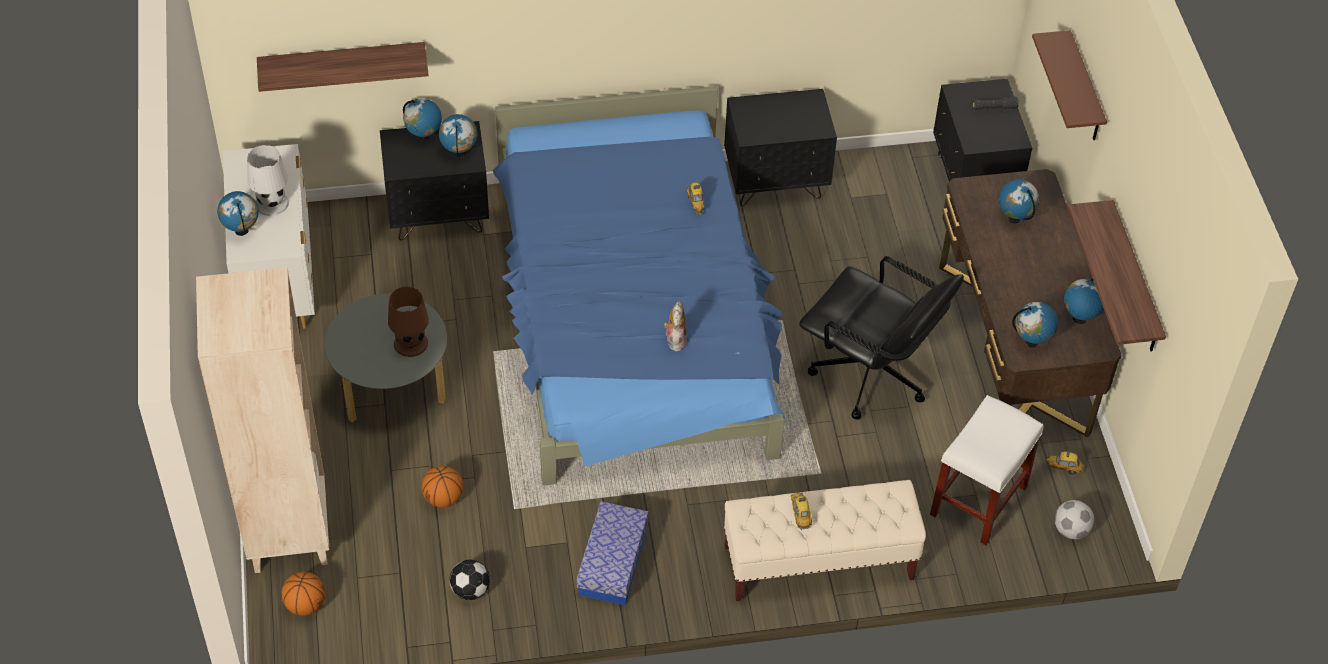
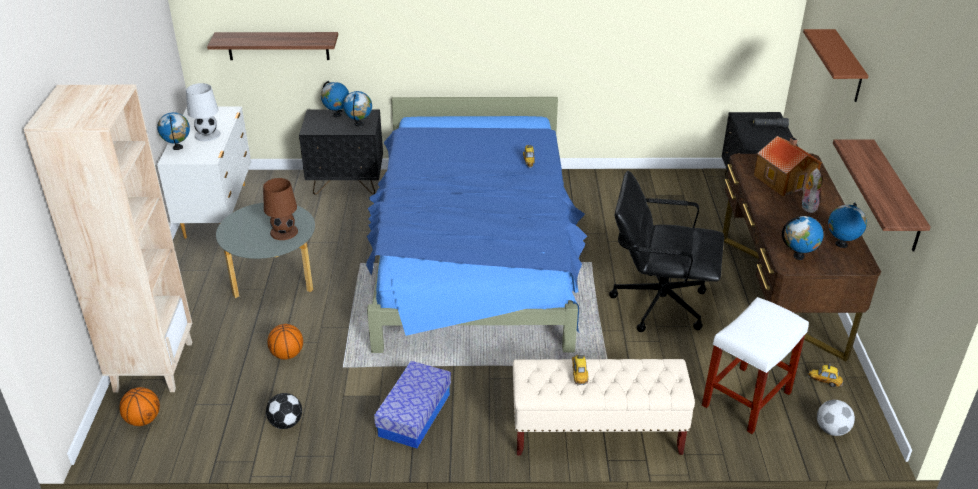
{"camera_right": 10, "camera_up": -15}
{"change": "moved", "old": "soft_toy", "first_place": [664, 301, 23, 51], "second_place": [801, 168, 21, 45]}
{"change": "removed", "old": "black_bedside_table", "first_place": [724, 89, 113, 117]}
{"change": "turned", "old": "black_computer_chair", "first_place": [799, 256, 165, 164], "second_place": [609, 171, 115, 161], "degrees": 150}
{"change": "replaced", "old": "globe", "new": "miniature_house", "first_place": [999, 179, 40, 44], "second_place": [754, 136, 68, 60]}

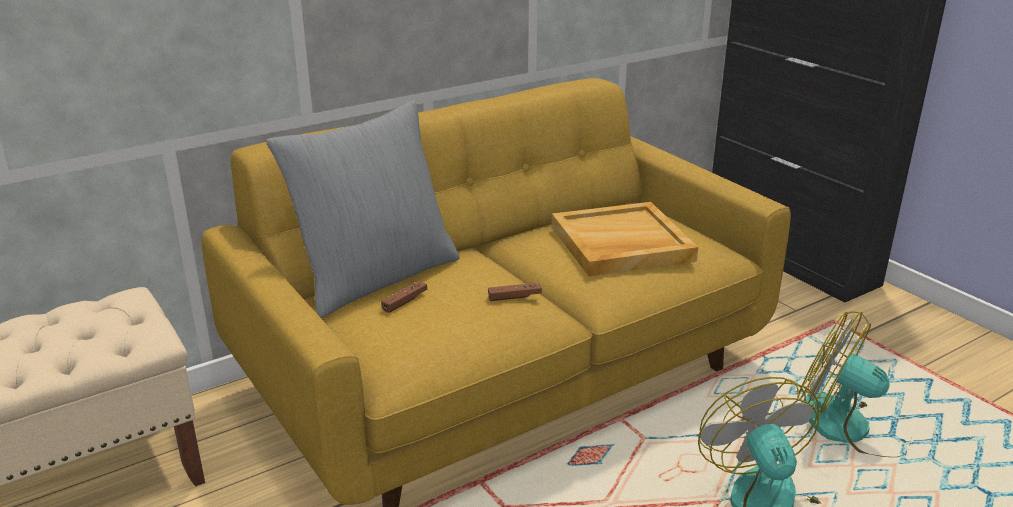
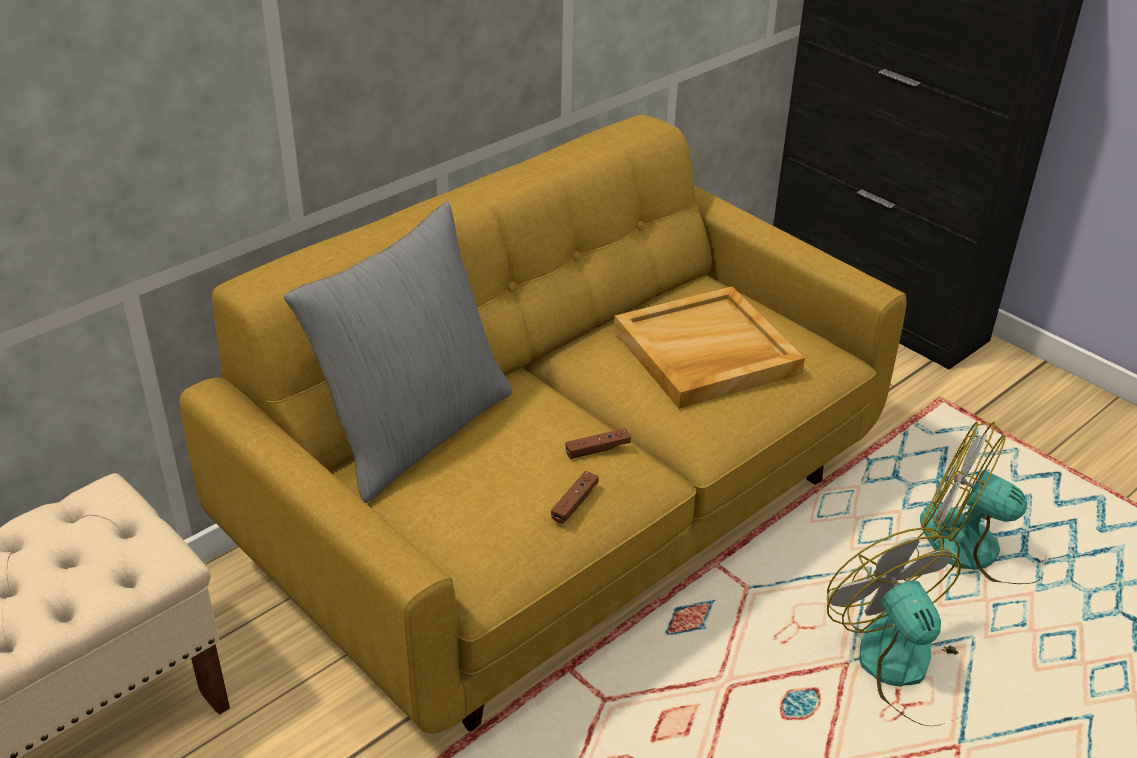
{"camera_right": -10, "camera_up": 10}
{"change": "moved", "old": "brownish_gamepad", "first_place": [381, 281, 46, 32], "second_place": [551, 471, 48, 53]}

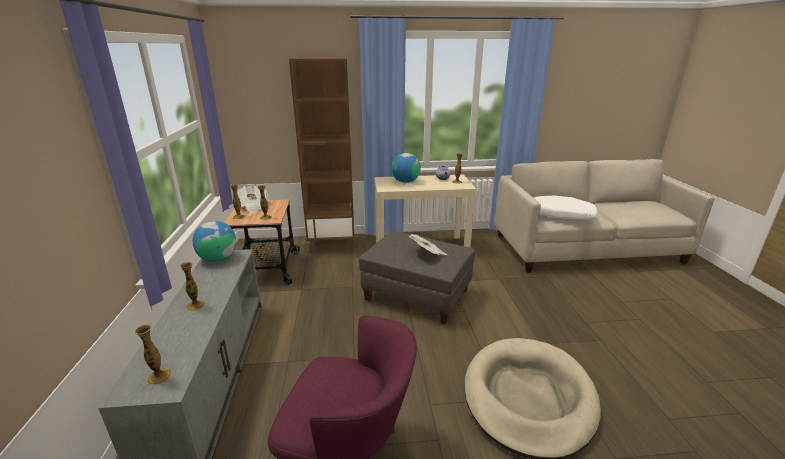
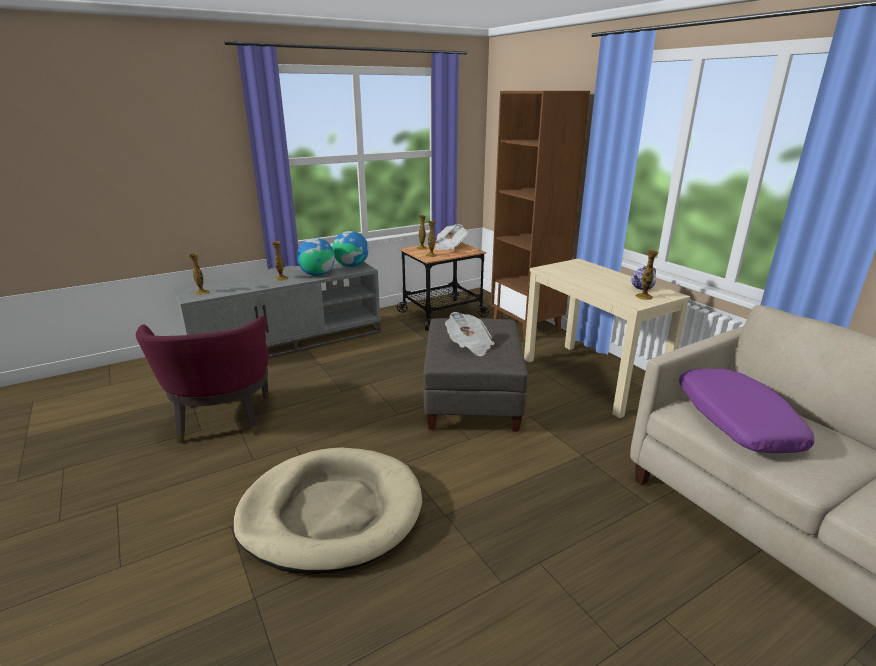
{"camera_right": 65, "camera_up": 0}
{"change": "moved", "old": "globe", "first_place": [392, 153, 29, 30], "second_place": [297, 238, 38, 38]}
{"change": "recoloured", "old": "white-coloured_throw_pillow", "new": "purple_throw_pillow", "first_place": [533, 196, 65, 24], "second_place": [679, 369, 135, 84]}

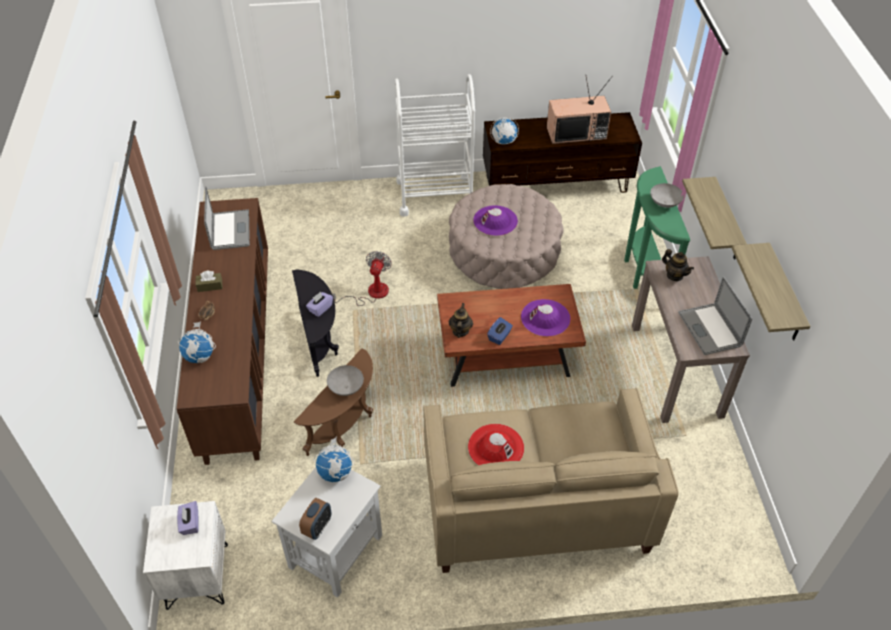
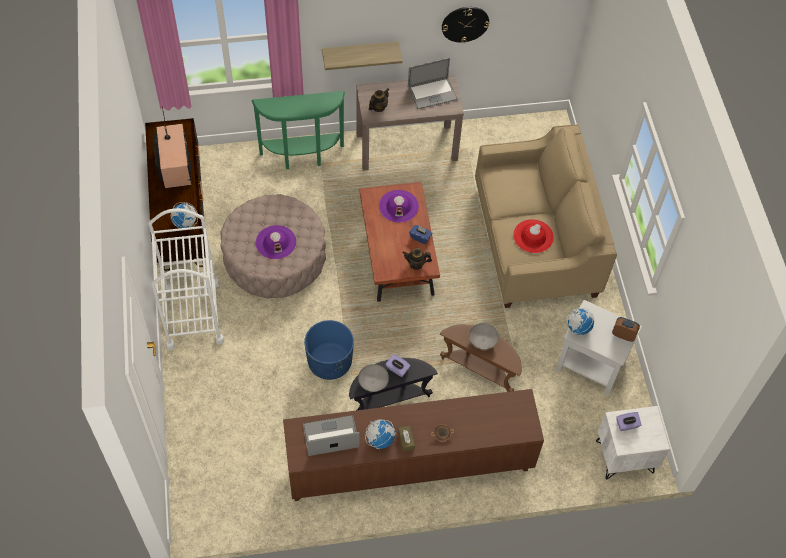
{"camera_right": -95, "camera_up": 10}
{"change": "moved", "old": "globe", "first_place": [178, 321, 38, 42], "second_place": [365, 419, 30, 30]}
{"change": "replaced", "old": "cooling_fan", "new": "blue_plant_pot", "first_place": [332, 251, 60, 55], "second_place": [304, 320, 50, 60]}
{"change": "moved", "old": "greyish_deep_dish", "first_place": [650, 183, 34, 25], "second_place": [358, 364, 31, 28]}
{"change": "replaced", "old": "bracket_shelf", "new": "hanging_clock", "first_place": [732, 243, 78, 98], "second_place": [442, 7, 47, 36]}

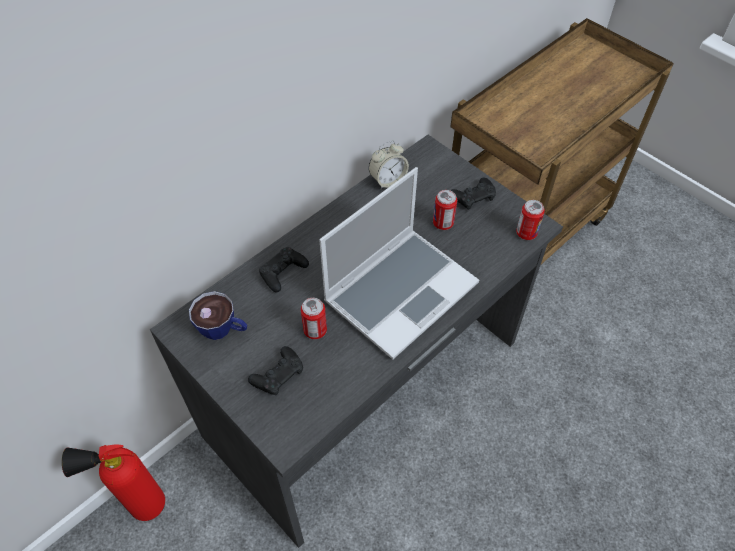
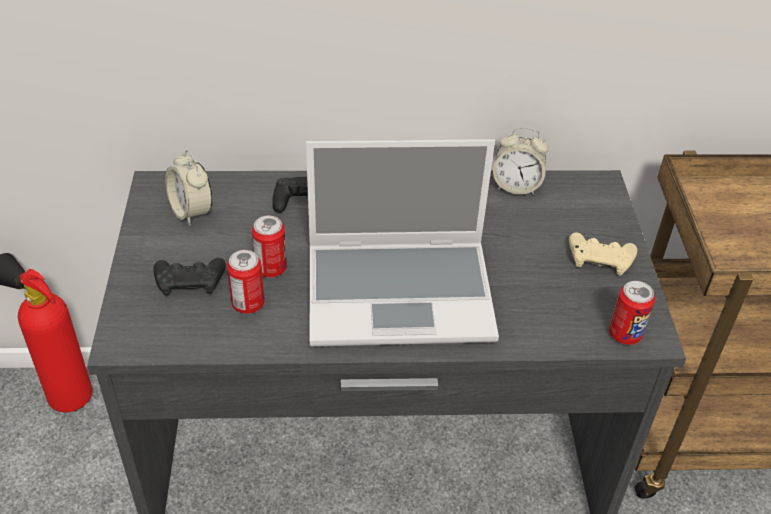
{"camera_right": 40, "camera_up": -10}
{"change": "replaced", "old": "cup", "new": "bedside_clock", "first_place": [189, 291, 58, 49], "second_place": [165, 150, 47, 76]}
{"change": "moved", "old": "sealed_can", "first_place": [433, 190, 24, 40], "second_place": [227, 250, 38, 64]}
{"change": "recoloured", "old": "black_gamepad", "new": "sand-coloured_gamepad", "first_place": [450, 177, 46, 33], "second_place": [569, 232, 68, 43]}

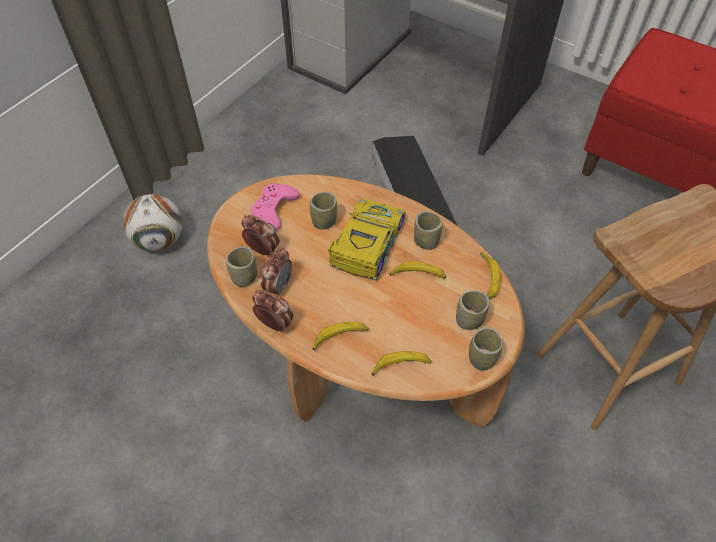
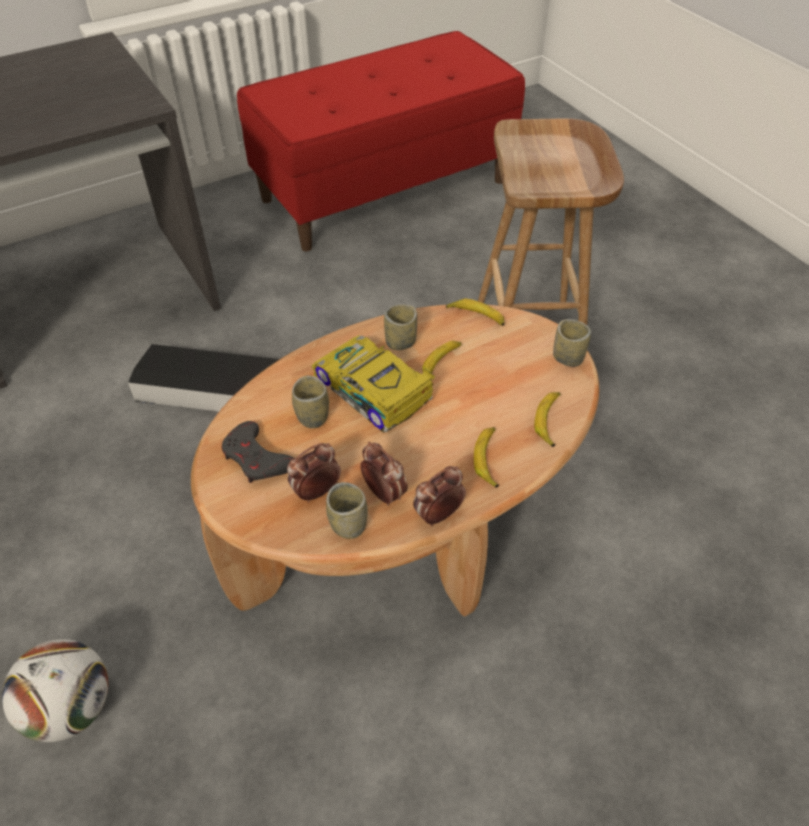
{"camera_right": -65, "camera_up": -5}
{"change": "recoloured", "old": "pink-coloured_gamepad", "new": "greyish_gamepad", "first_place": [251, 184, 49, 47], "second_place": [222, 421, 72, 62]}
{"change": "removed", "old": "cup", "first_place": [456, 291, 33, 39]}

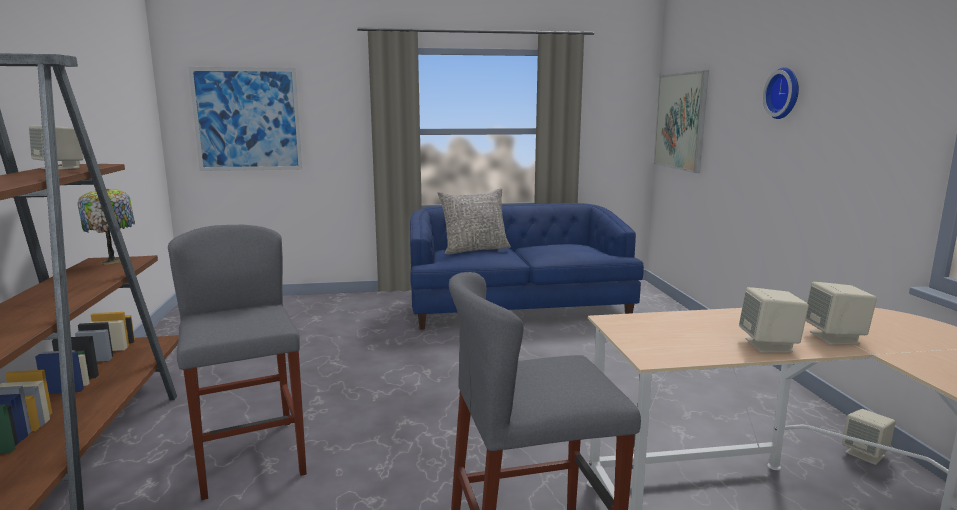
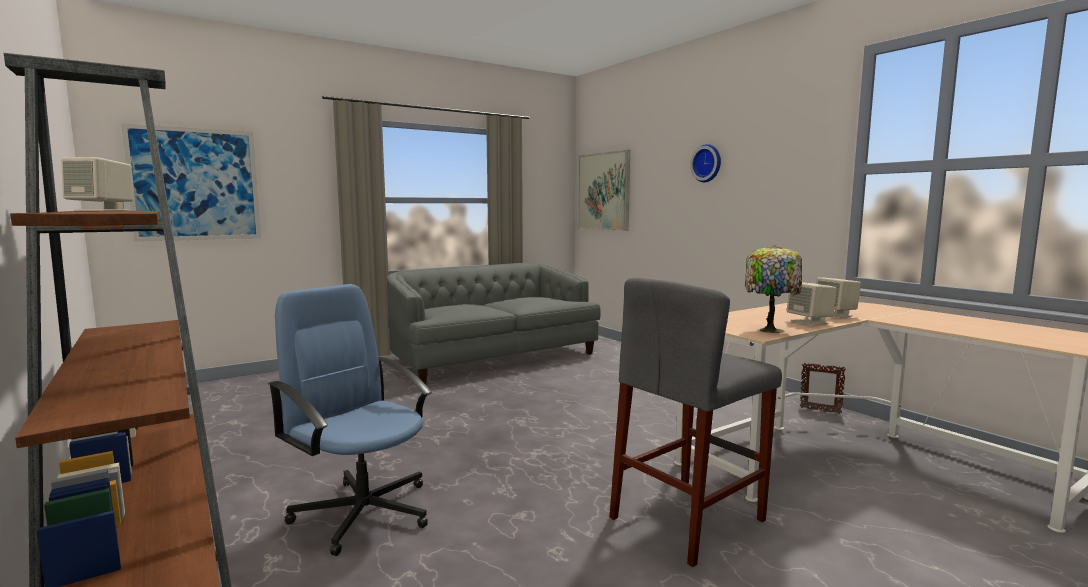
{"camera_right": -25, "camera_up": -5}
{"change": "moved", "old": "lamp_for_a_table", "first_place": [78, 189, 57, 75], "second_place": [745, 245, 57, 88]}
{"change": "replaced", "old": "greyish_sitting_stool", "new": "blue_computer_chair", "first_place": [168, 225, 139, 275], "second_place": [268, 284, 164, 272]}
{"change": "recoloured", "old": "blue_couch", "new": "greyish_couch", "first_place": [410, 203, 234, 127], "second_place": [387, 263, 213, 121]}
{"change": "removed", "old": "greyish_throw_pillow", "first_place": [438, 188, 73, 66]}
{"change": "replaced", "old": "sand-coloured_loudspeaker", "new": "picture_frame", "first_place": [842, 409, 54, 56], "second_place": [800, 363, 46, 51]}

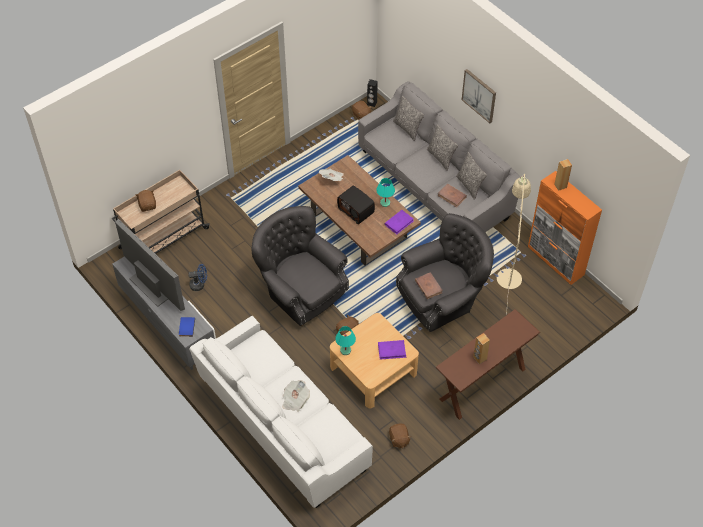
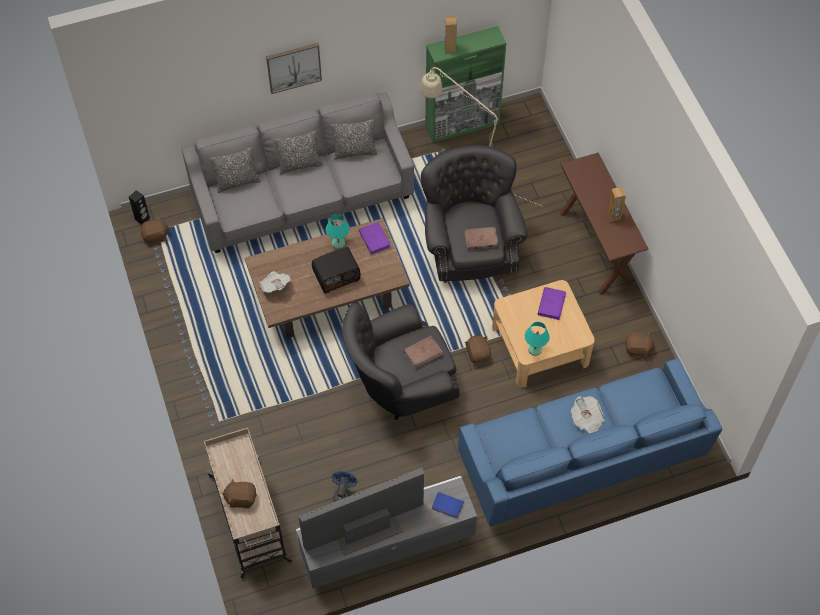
{"camera_right": -70, "camera_up": 5}
{"change": "recoloured", "old": "white-coloured_couch", "new": "blue_couch", "first_place": [189, 316, 184, 192], "second_place": [458, 358, 264, 168]}
{"change": "moved", "old": "brownish_book", "first_place": [437, 183, 30, 25], "second_place": [404, 336, 39, 32]}
{"change": "recoloured", "old": "orange_storage_cabinet", "new": "greenish_storage_cabinet", "first_place": [528, 171, 74, 114], "second_place": [425, 26, 81, 117]}

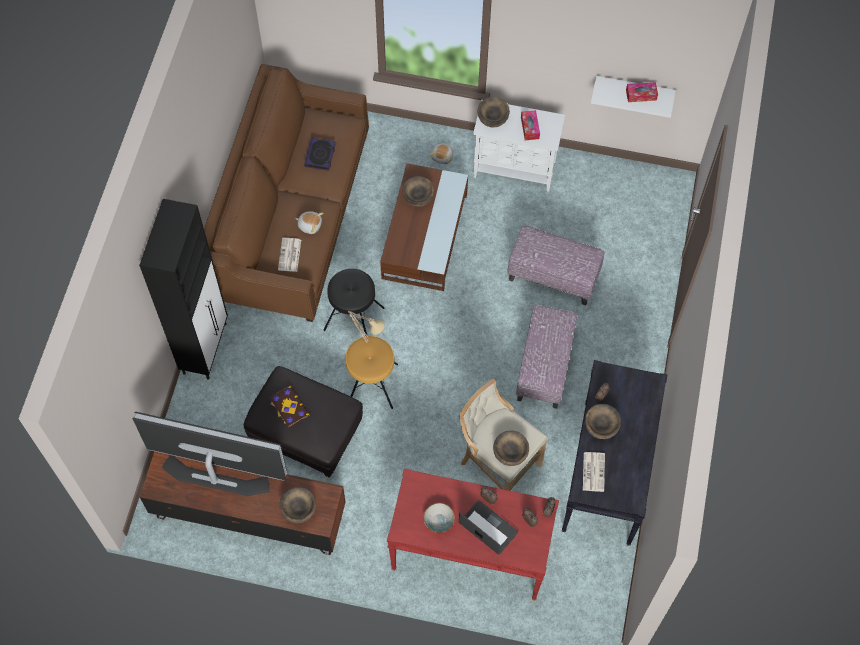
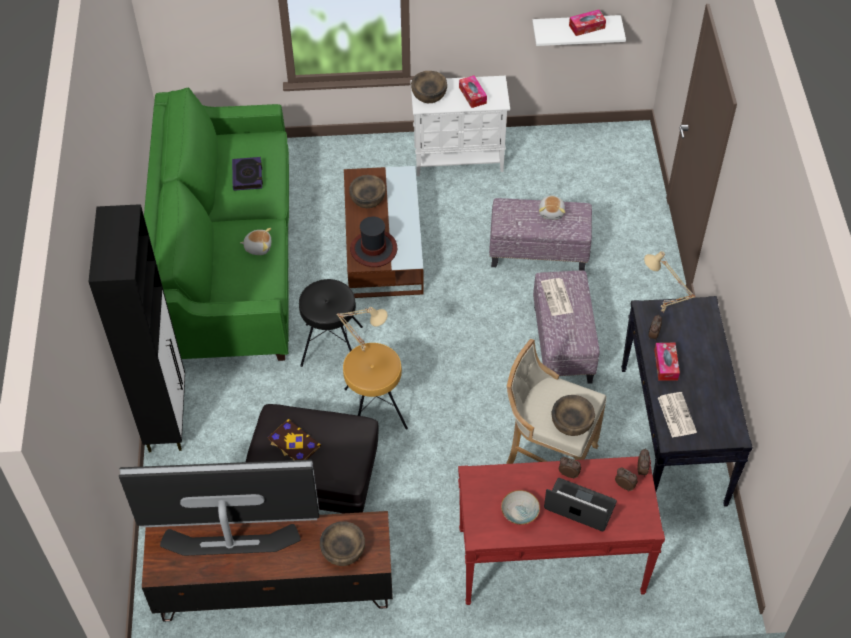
{"camera_right": -15, "camera_up": -10}
{"change": "recoloured", "old": "brownish_couch", "new": "greenish_couch", "first_place": [204, 64, 165, 258], "second_place": [144, 87, 145, 274]}
{"change": "moved", "old": "newspaper", "first_place": [278, 238, 23, 34], "second_place": [541, 278, 33, 38]}
{"change": "moved", "old": "soft_toy", "first_place": [430, 143, 23, 21], "second_place": [539, 195, 26, 25]}
{"change": "replaced", "old": "brownish_deep_dish", "new": "tissue_box", "first_place": [585, 404, 36, 35], "second_place": [654, 343, 26, 38]}
{"change": "added", "new": "hat", "second_place": [350, 217, 47, 50]}
{"change": "added", "new": "sand-coloured_lamp_for_a_table", "second_place": [644, 251, 51, 61]}

